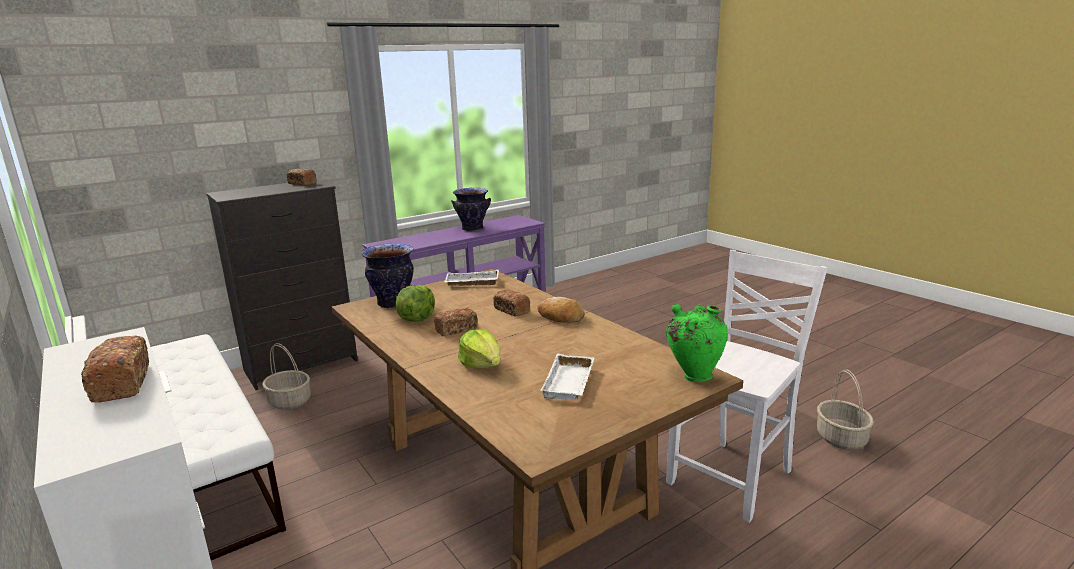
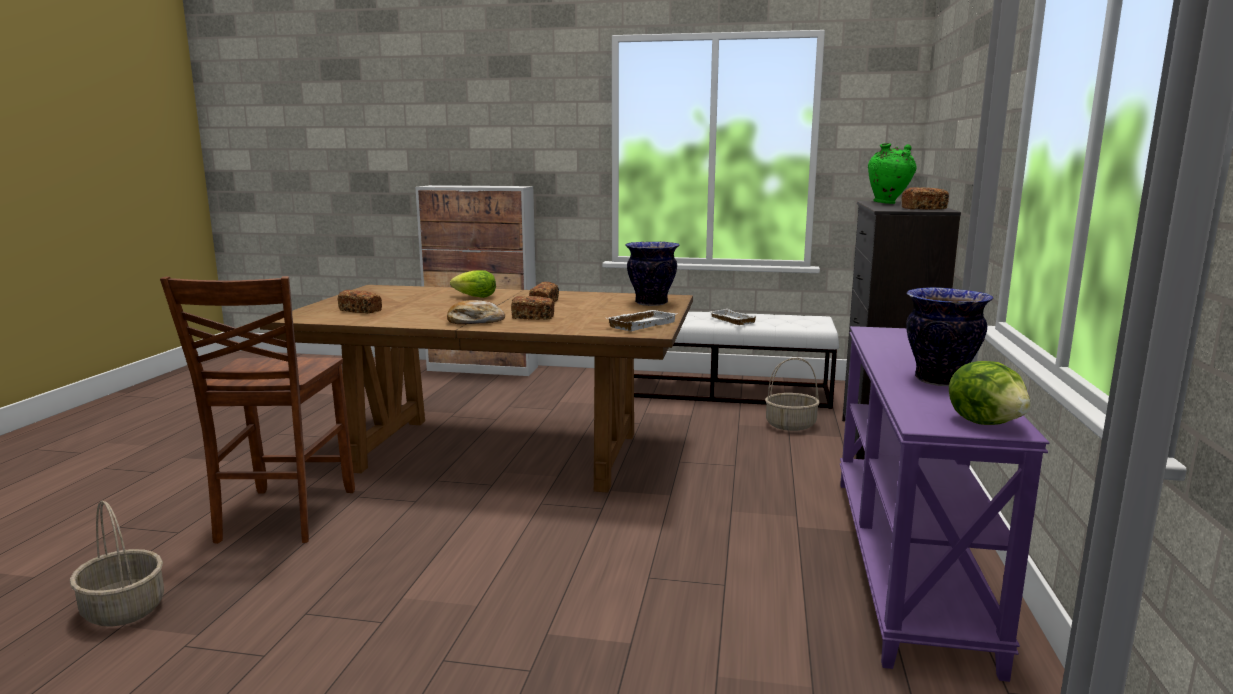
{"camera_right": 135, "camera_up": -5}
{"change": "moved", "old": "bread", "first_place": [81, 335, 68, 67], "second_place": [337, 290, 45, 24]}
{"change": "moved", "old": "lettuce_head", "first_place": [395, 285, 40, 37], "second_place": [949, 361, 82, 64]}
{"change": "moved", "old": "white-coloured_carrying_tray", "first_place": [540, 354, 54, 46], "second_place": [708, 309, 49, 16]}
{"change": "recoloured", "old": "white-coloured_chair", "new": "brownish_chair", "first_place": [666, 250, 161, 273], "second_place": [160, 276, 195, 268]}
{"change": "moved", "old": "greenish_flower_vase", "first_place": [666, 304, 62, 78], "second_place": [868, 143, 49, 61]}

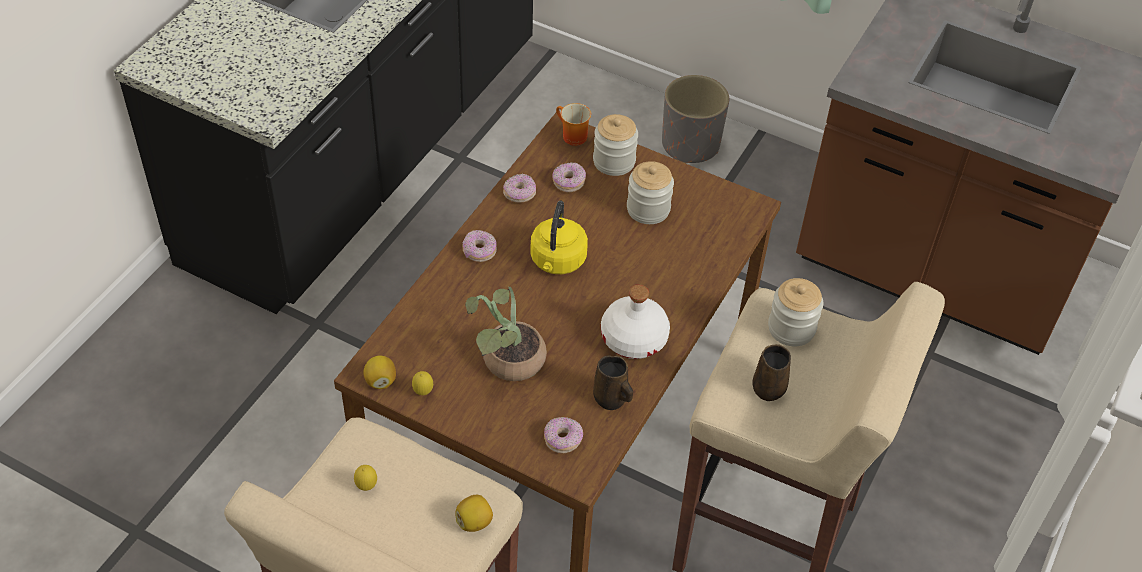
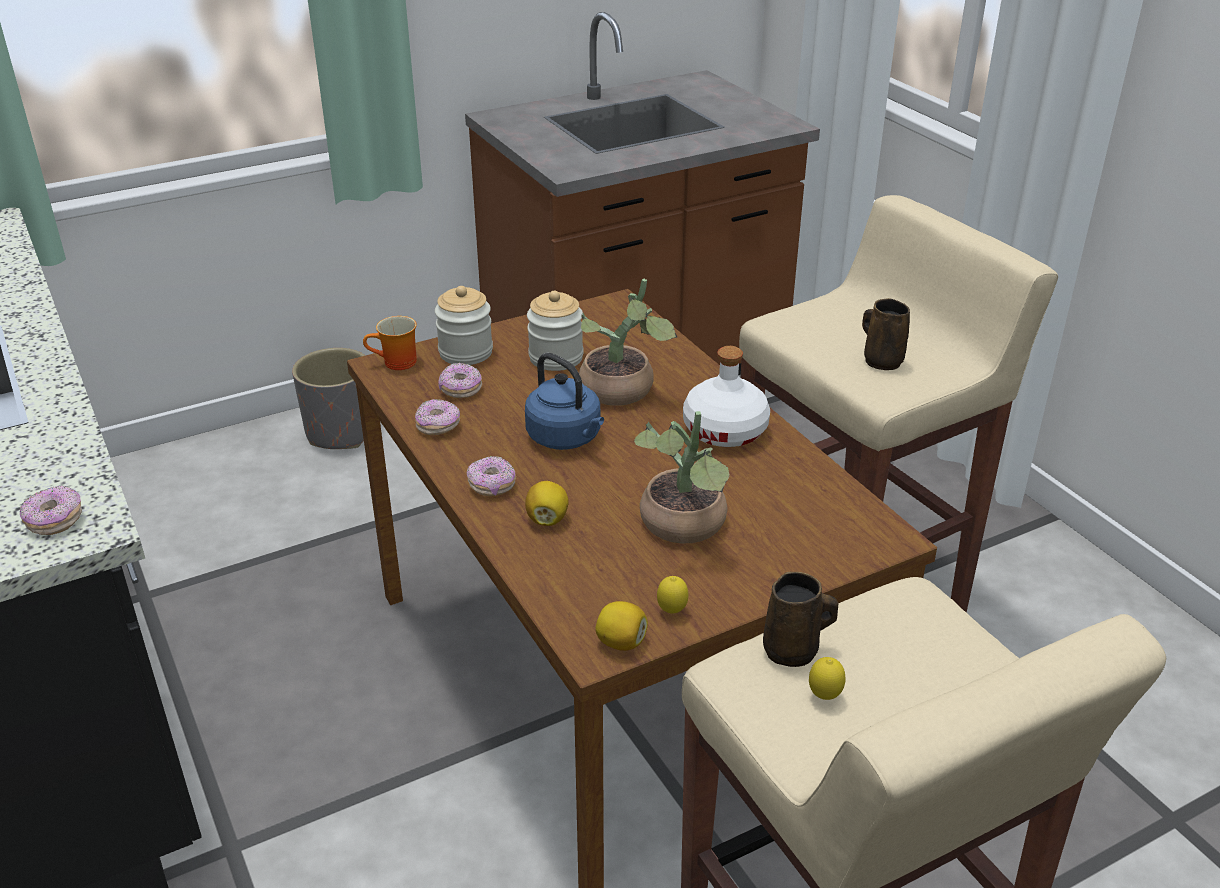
{"camera_right": -55, "camera_up": -15}
{"change": "moved", "old": "whole_lemon", "first_place": [455, 495, 38, 37], "second_place": [525, 481, 44, 45]}
{"change": "recoloured", "old": "yellow_water_kettle", "new": "blue_water_kettle", "first_place": [530, 201, 58, 73], "second_place": [525, 353, 79, 97]}
{"change": "moved", "old": "ring_doughnut", "first_place": [544, 417, 39, 36], "second_place": [20, 485, 62, 50]}
{"change": "moved", "old": "brownish_tea_mug", "first_place": [593, 355, 40, 55], "second_place": [763, 572, 75, 95]}
{"change": "removed", "old": "jar", "first_place": [768, 278, 55, 68]}
{"change": "added", "new": "potted_plant", "second_place": [579, 279, 98, 127]}

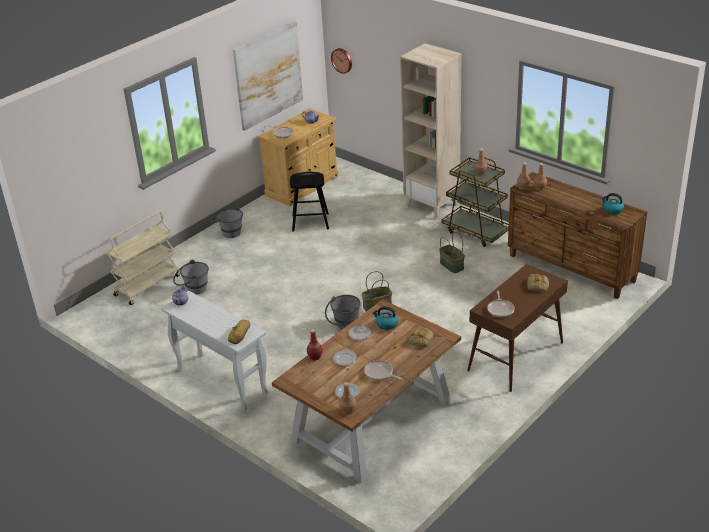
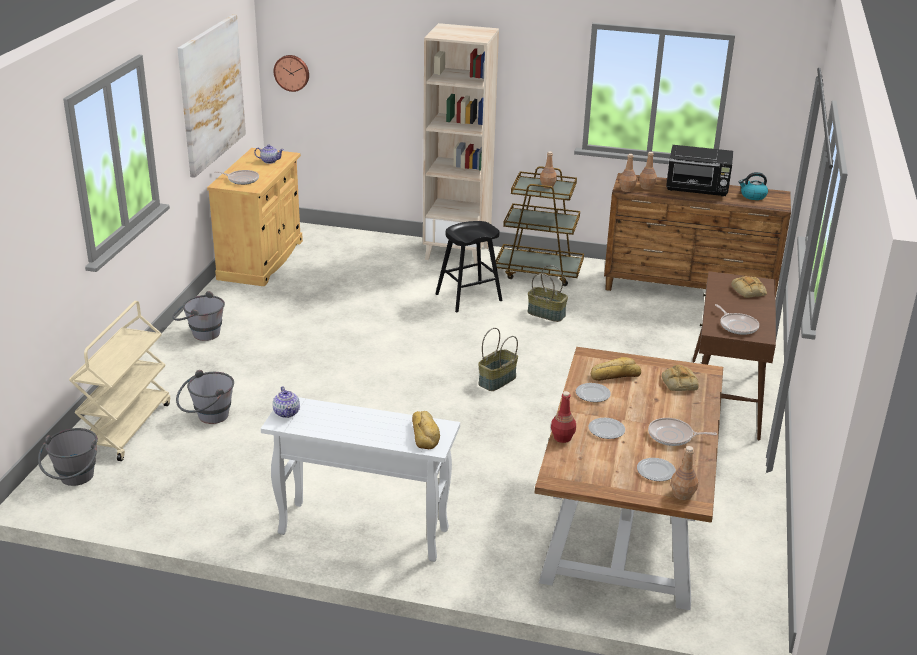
{"camera_right": -30, "camera_up": -5}
{"change": "moved", "old": "black_sitting_stool", "first_place": [290, 172, 39, 60], "second_place": [436, 221, 66, 91]}
{"change": "moved", "old": "greyish_bucket", "first_place": [325, 295, 36, 34], "second_place": [38, 428, 60, 58]}
{"change": "replaced", "old": "water_kettle", "new": "bread", "first_place": [372, 306, 26, 24], "second_place": [591, 357, 50, 24]}
{"change": "added", "new": "black_kitchen_microwave", "second_place": [666, 145, 67, 52]}

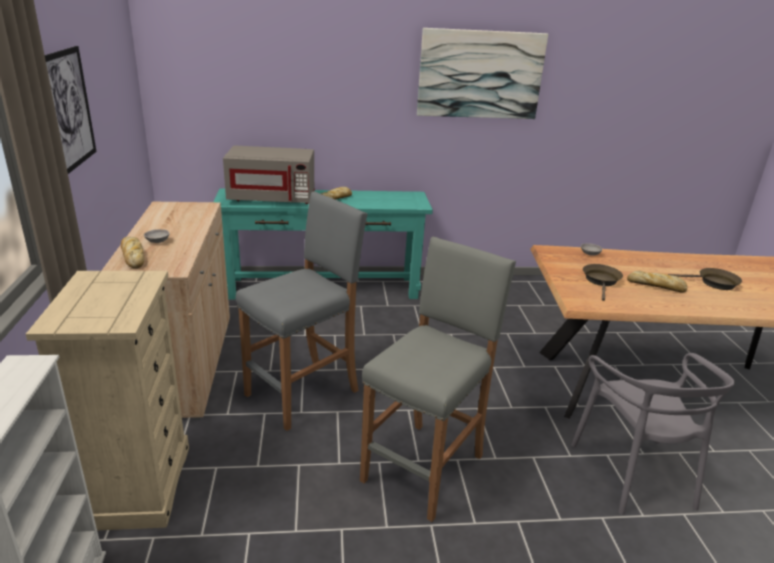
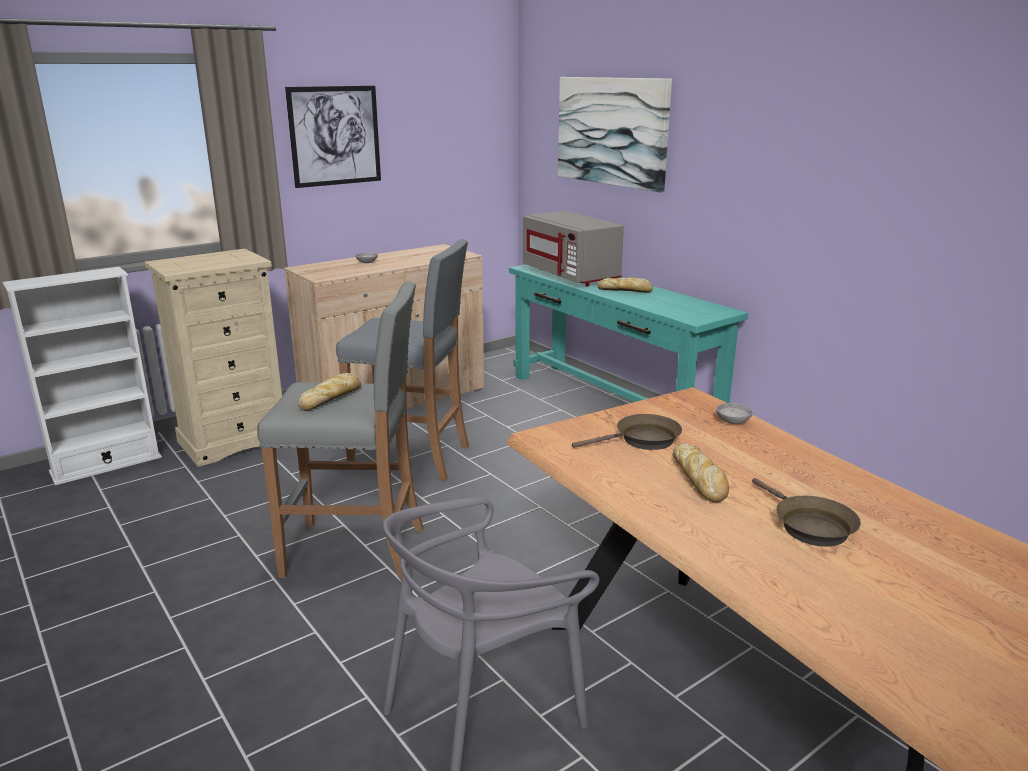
{"camera_right": 60, "camera_up": -5}
{"change": "moved", "old": "bread", "first_place": [121, 237, 23, 32], "second_place": [298, 373, 63, 38]}
{"change": "moved", "old": "wall_picture", "first_place": [417, 28, 131, 91], "second_place": [558, 77, 114, 115]}

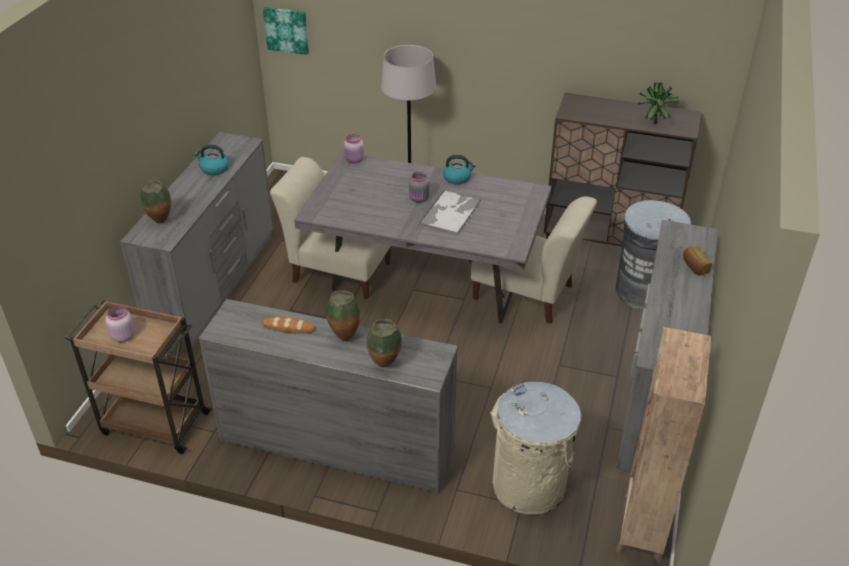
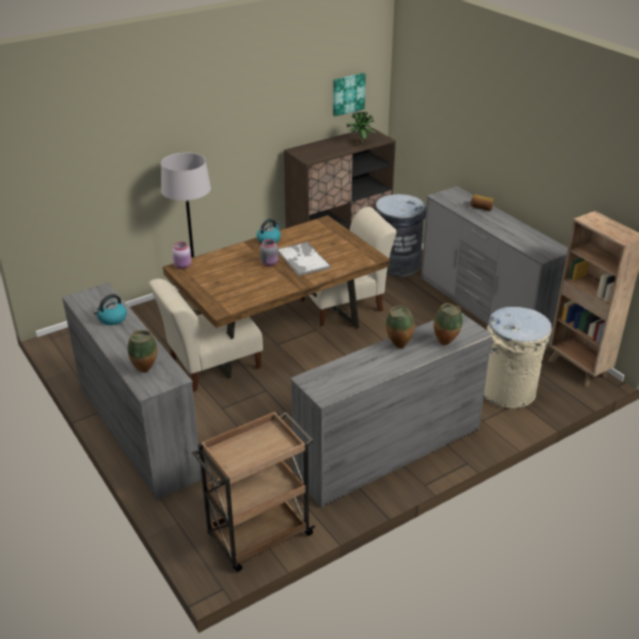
{"camera_right": -50, "camera_up": -5}
{"change": "removed", "old": "pink-coloured_jar", "first_place": [105, 306, 30, 36]}
{"change": "removed", "old": "bread", "first_place": [262, 317, 53, 17]}
{"change": "moved", "old": "wall_picture", "first_place": [263, 7, 46, 48], "second_place": [333, 73, 33, 43]}
{"change": "recoloured", "old": "greyish_dinner_table", "new": "brownish_dinner_table", "first_place": [294, 152, 257, 172], "second_place": [163, 215, 227, 164]}

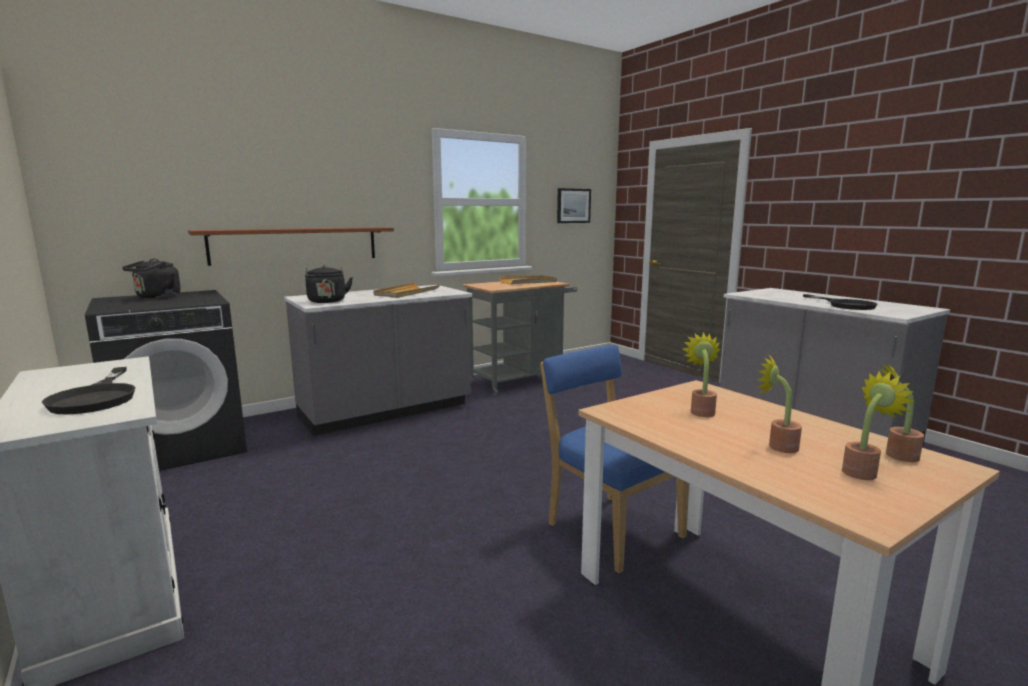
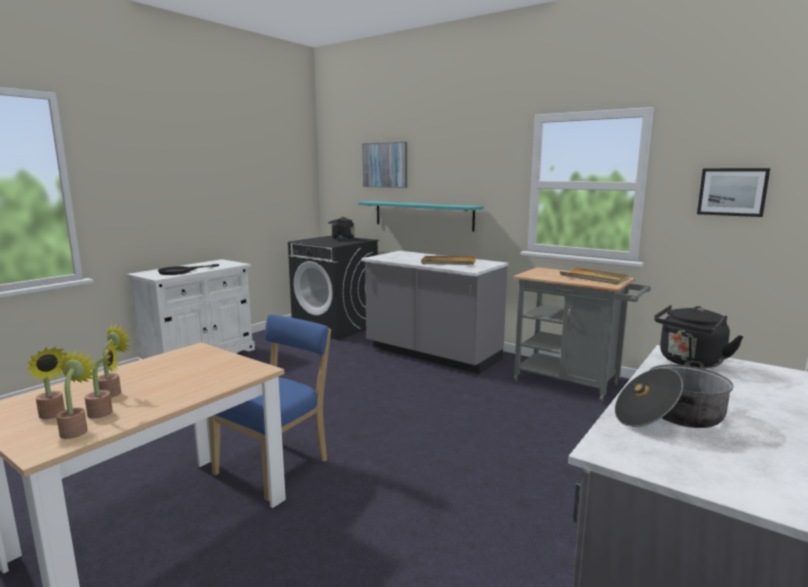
{"camera_right": 70, "camera_up": 0}
{"change": "recoloured", "old": "brownish_bracket_shelf", "new": "turquoise_bracket_shelf", "first_place": [188, 227, 206, 39], "second_place": [358, 201, 126, 30]}
{"change": "moved", "old": "black_water_kettle", "first_place": [305, 265, 48, 38], "second_place": [654, 305, 90, 63]}
{"change": "moved", "old": "potted_plant", "first_place": [683, 332, 38, 85], "second_place": [85, 340, 35, 78]}
{"change": "replaced", "old": "black_skillet", "new": "stockpot", "first_place": [803, 294, 74, 16], "second_place": [615, 360, 119, 68]}
{"change": "added", "new": "wall_picture", "second_place": [362, 142, 45, 46]}

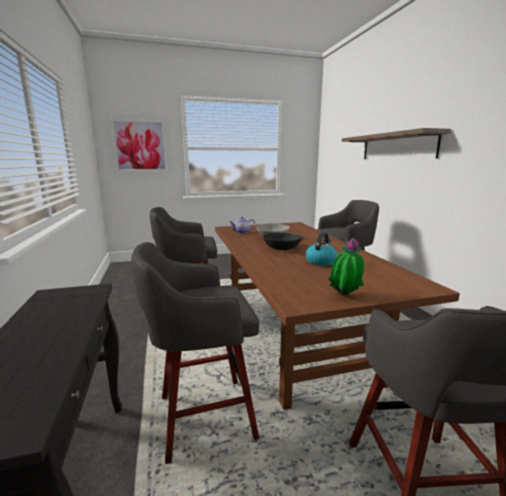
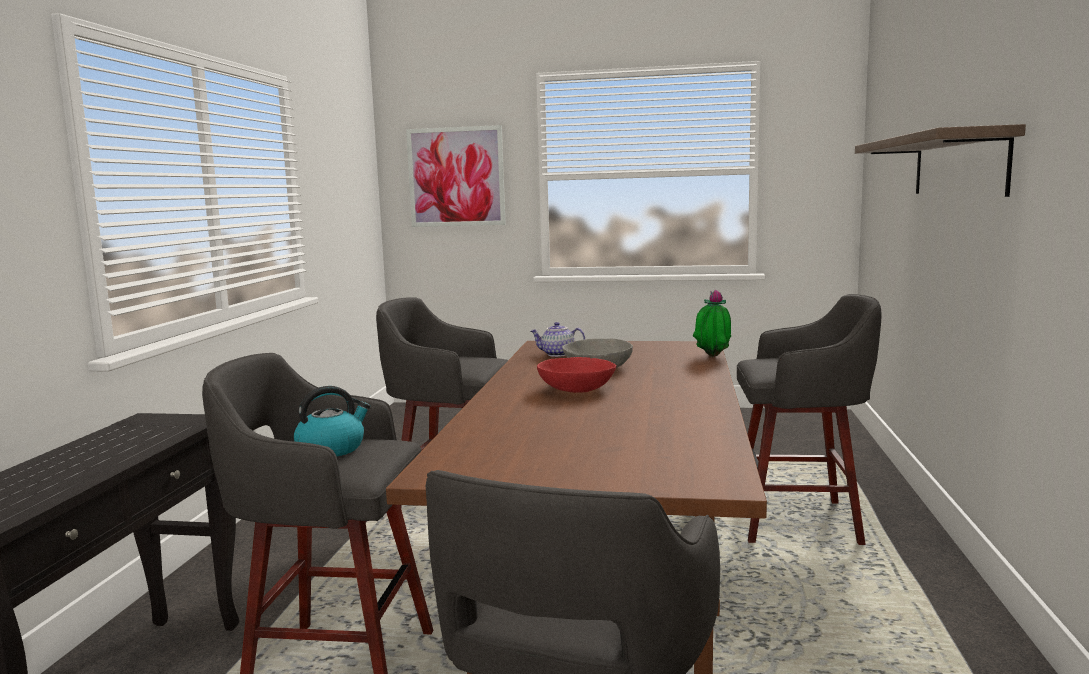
{"camera_right": 25, "camera_up": -5}
{"change": "recoloured", "old": "black_deep_dish", "new": "red-coloured_deep_dish", "first_place": [263, 233, 39, 17], "second_place": [537, 357, 80, 36]}
{"change": "moved", "old": "water_kettle", "first_place": [306, 232, 32, 34], "second_place": [294, 386, 76, 70]}
{"change": "moved", "old": "potted_plant", "first_place": [328, 238, 36, 57], "second_place": [693, 290, 38, 67]}

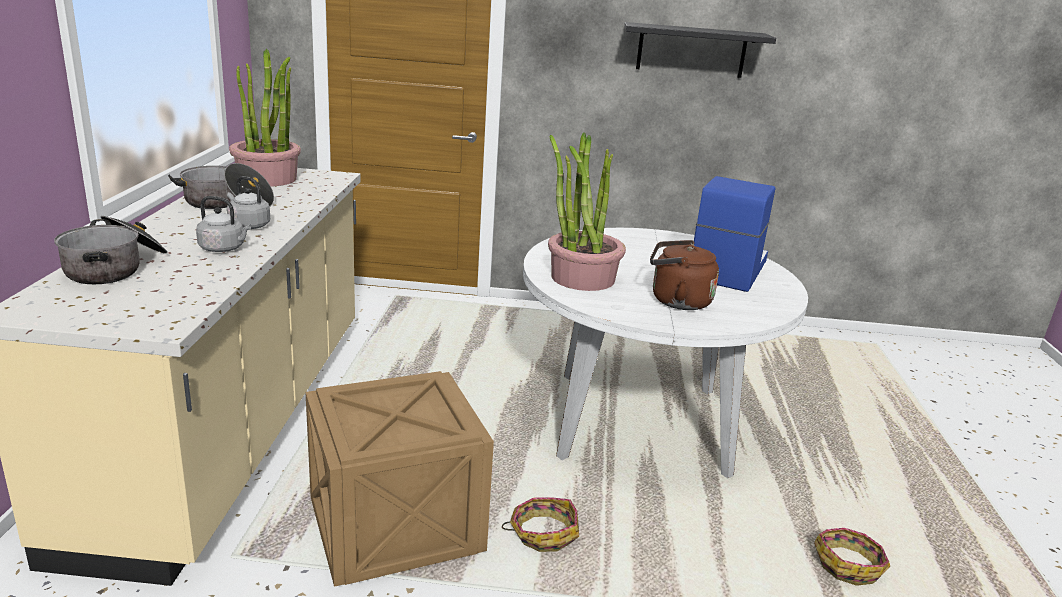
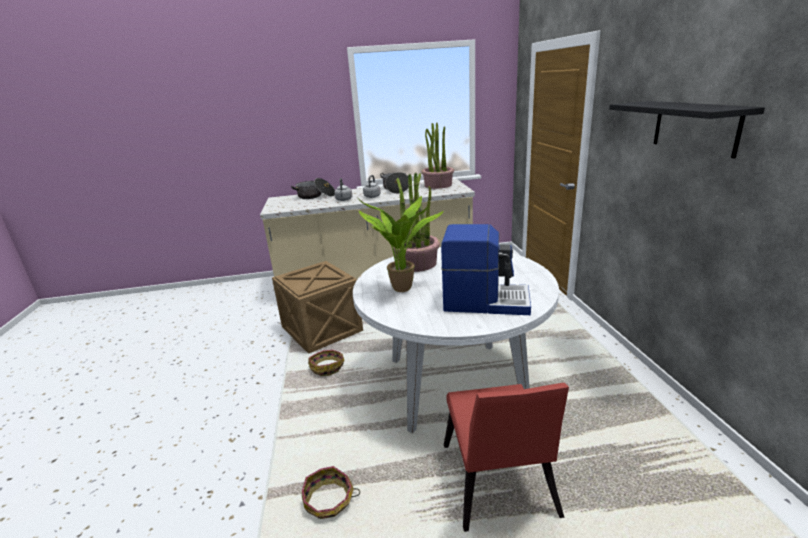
{"camera_right": 80, "camera_up": 0}
{"change": "replaced", "old": "brownish_water_kettle", "new": "potted_plant", "first_place": [650, 240, 69, 70], "second_place": [357, 196, 87, 96]}
{"change": "added", "new": "red-coloured_chair", "second_place": [444, 383, 125, 149]}

